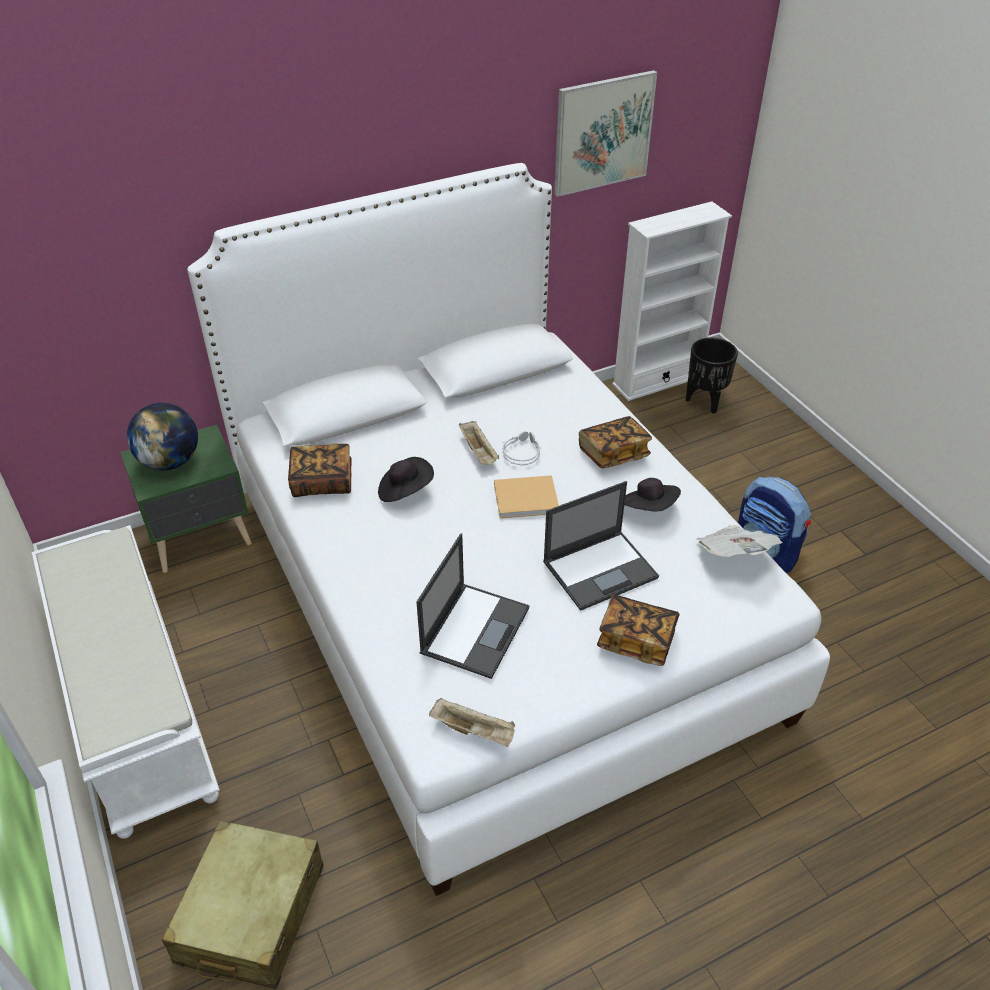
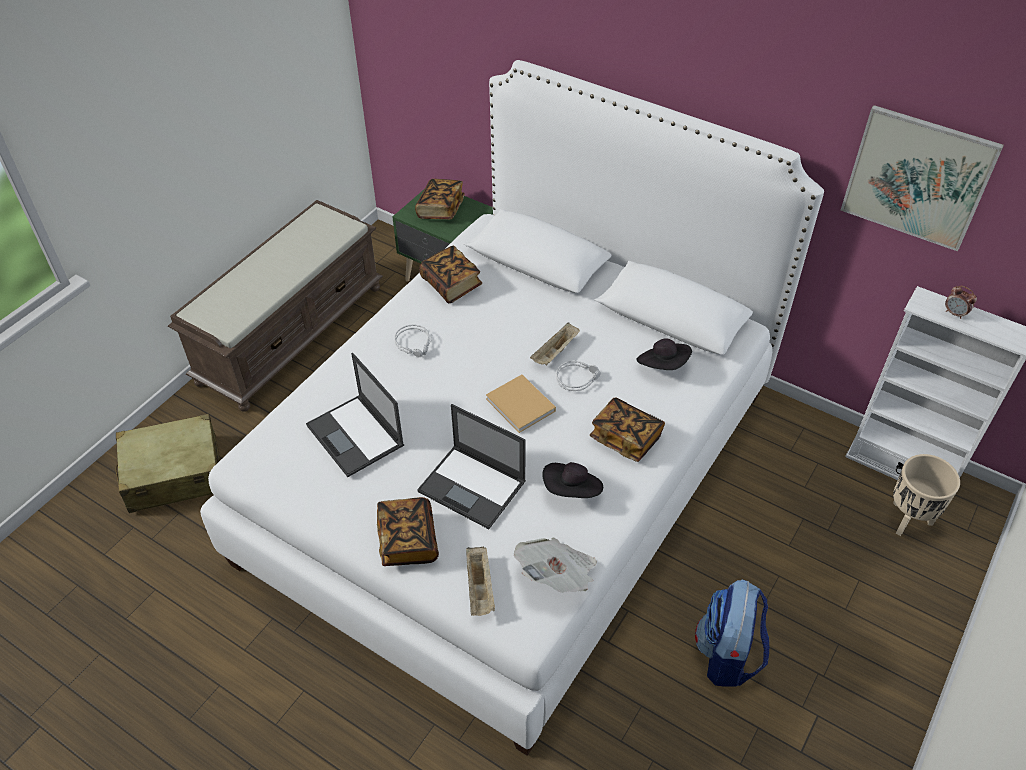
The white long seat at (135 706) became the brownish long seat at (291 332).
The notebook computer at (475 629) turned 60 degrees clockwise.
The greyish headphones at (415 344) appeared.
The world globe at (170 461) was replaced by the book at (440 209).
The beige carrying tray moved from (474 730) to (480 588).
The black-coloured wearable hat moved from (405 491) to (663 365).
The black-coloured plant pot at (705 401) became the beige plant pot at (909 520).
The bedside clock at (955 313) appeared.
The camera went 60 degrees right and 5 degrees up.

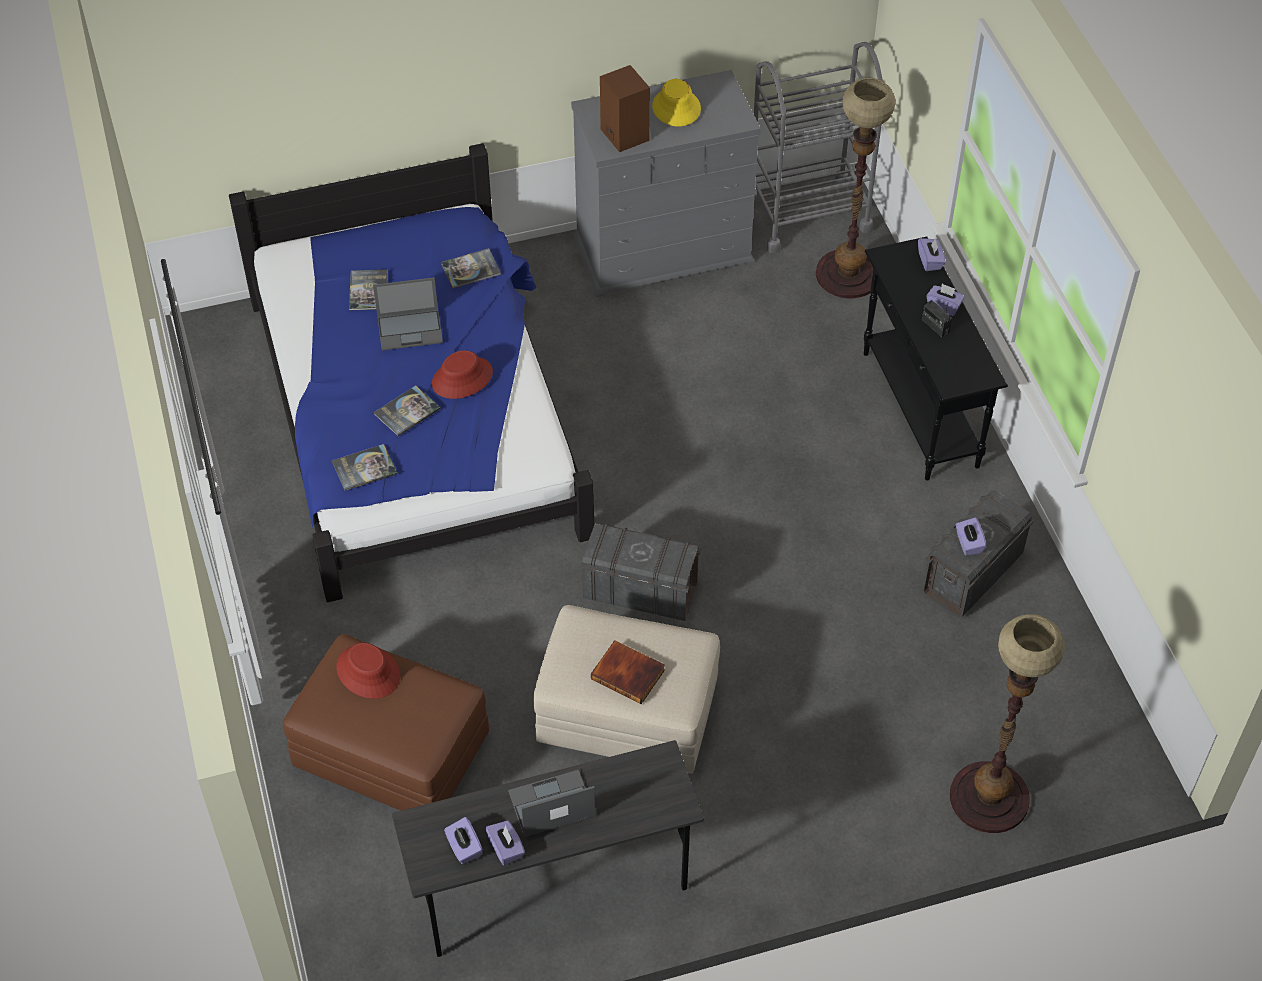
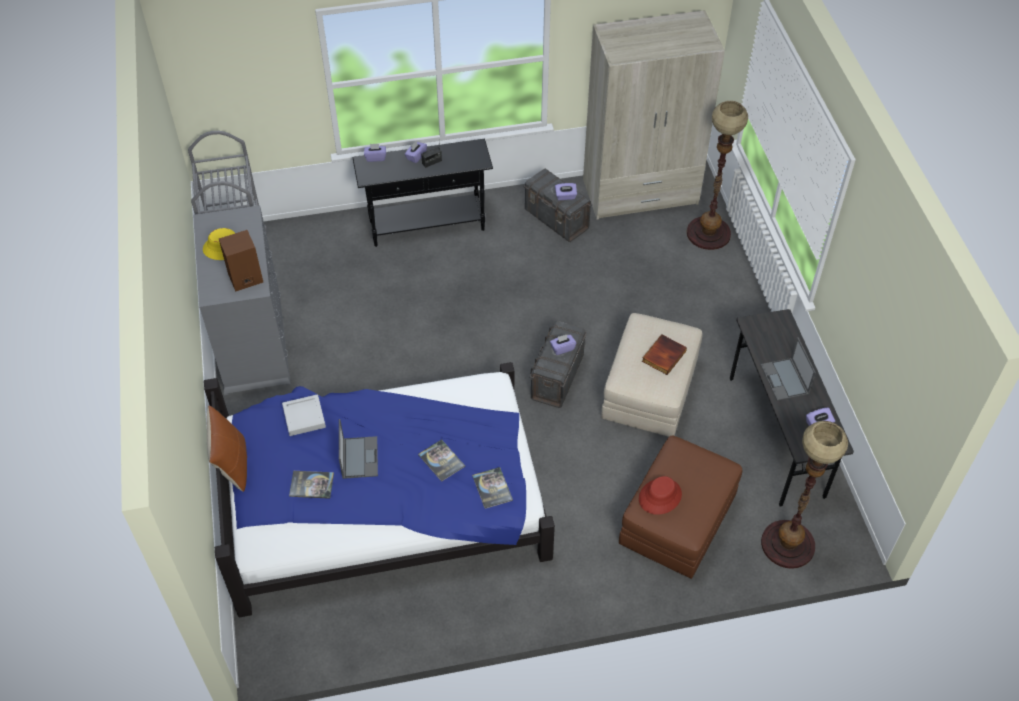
The brownish throw pillow at (232 465) appeared.
The book at (471 269) was replaced by the greyish carrying tray at (304 417).
The purple-coloured box of tissues moved from (506 849) to (562 348).
The beige wardrobe at (641 192) appeared.
The floor lamp moved from (848 274) to (787 544).
The red wearable hat at (462 378) disappeared.
The camera went 85 degrees left and 0 degrees up.

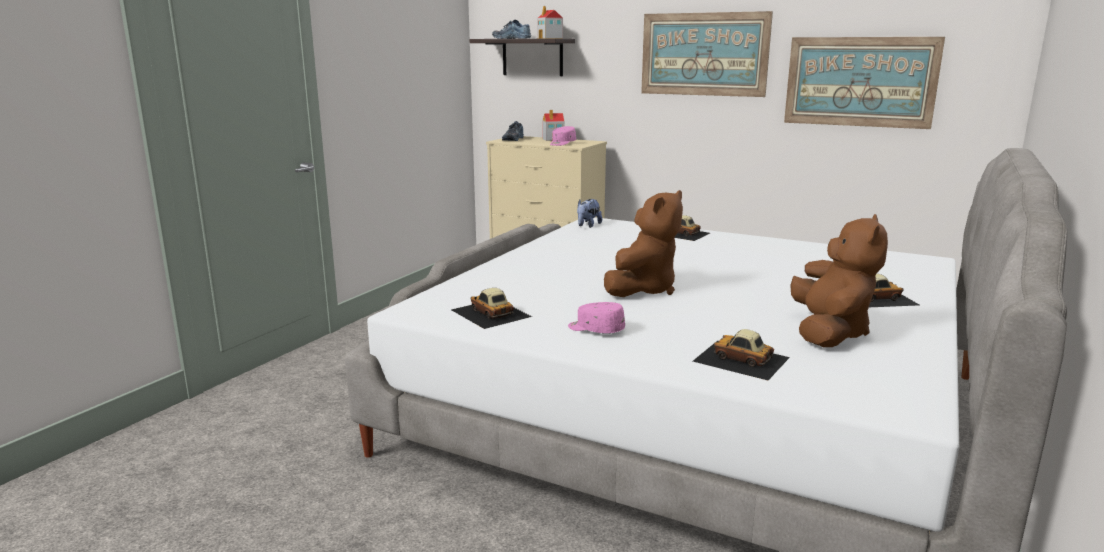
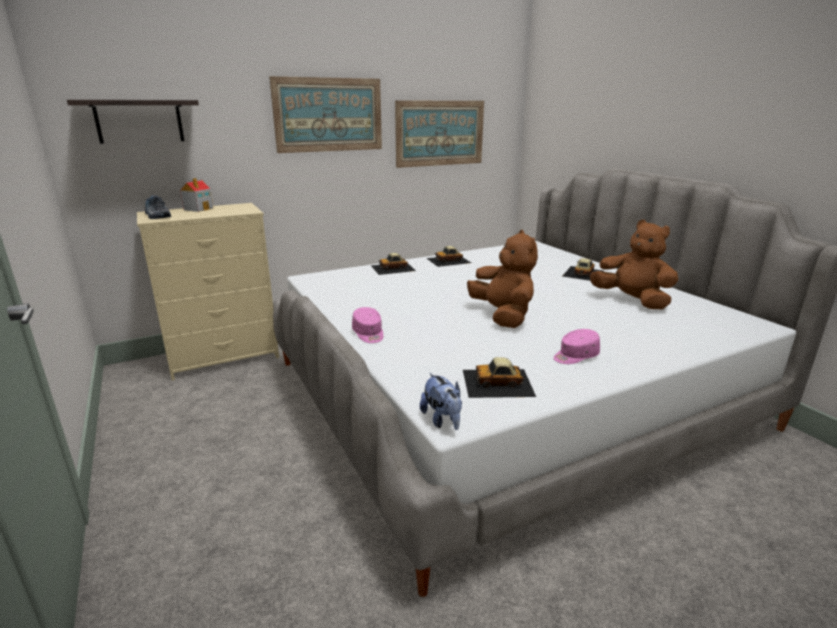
The pink cap moved from (562 143) to (368 334).
The soft toy moved from (588 225) to (442 420).
The toy car moved from (741 359) to (449 260).
The item of footwear at (512 38) disappeared.
The miniature house at (550 38) disappeared.
The camera went 55 degrees left and 5 degrees up.

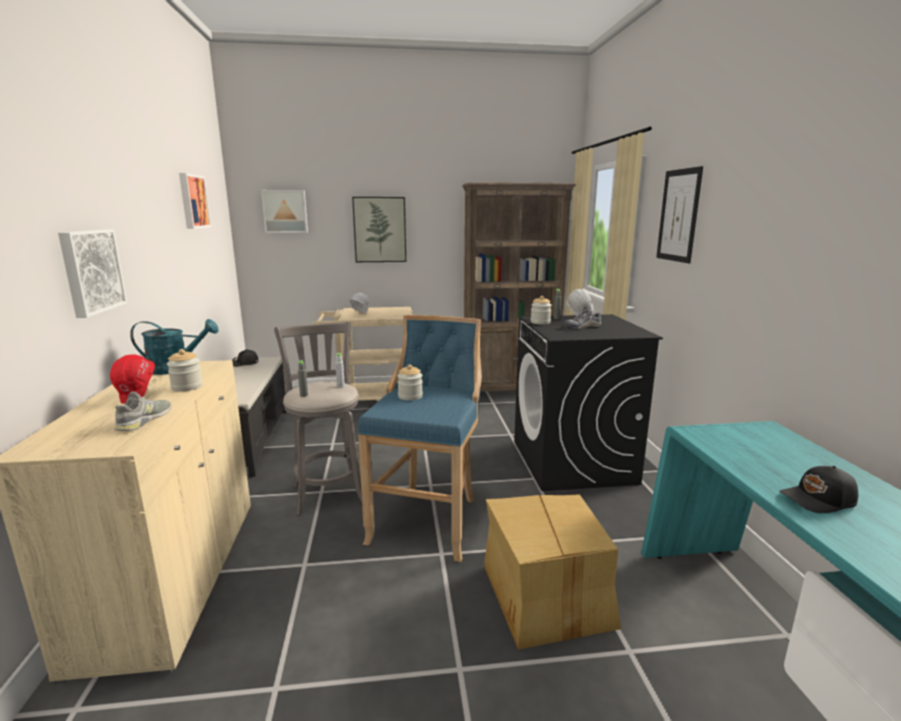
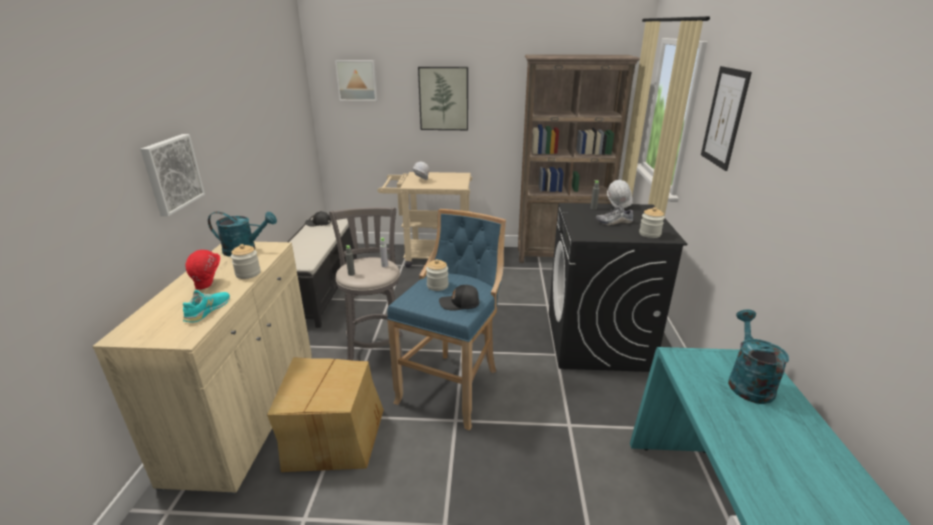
The greyish item of footwear at (144 420) became the turquoise-coloured item of footwear at (208 310).
The packing box moved from (547 597) to (332 436).
The black-coloured cap moved from (819 500) to (460 304).
The preserve jar moved from (540 322) to (649 234).
The turquoise-coloured watering can at (747 381) appeared.
The wall art at (192 201) disappeared.
The camera went 10 degrees right and 10 degrees up.

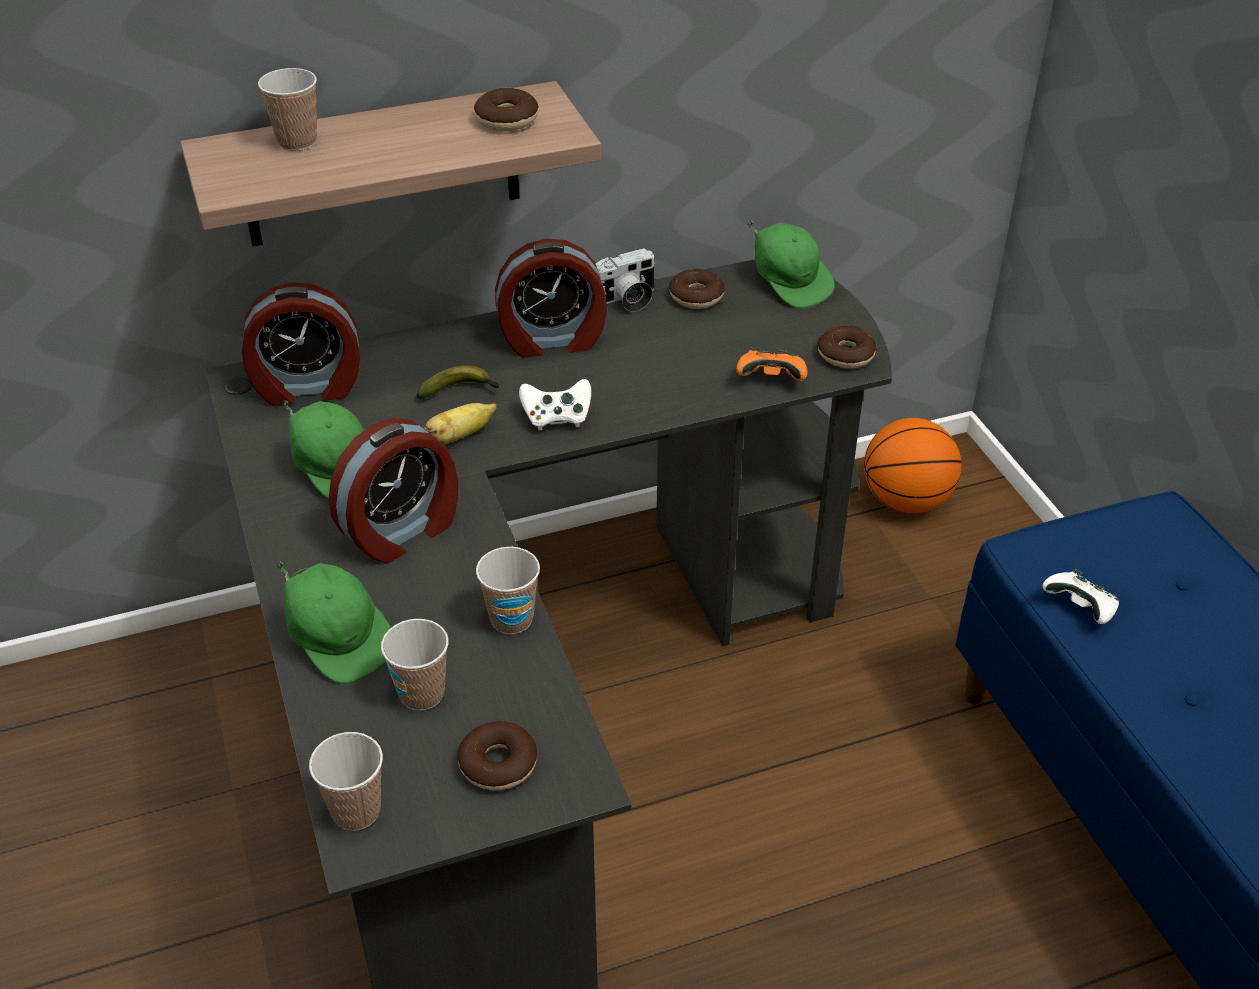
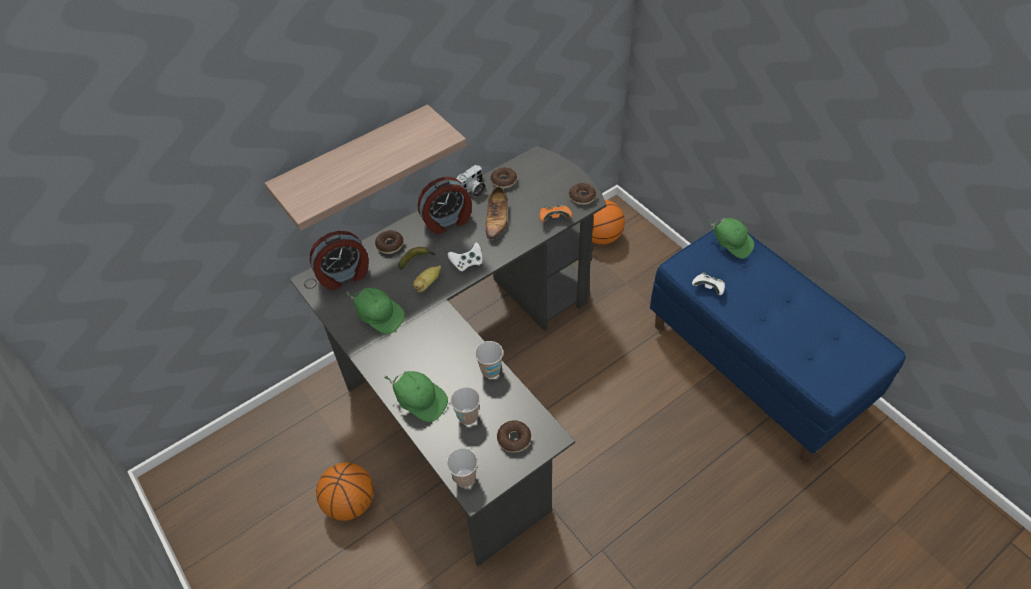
The basketball ball at (350 502) appeared.
The donut moved from (507 120) to (390 245).
The item of footwear at (497 219) appeared.
The greenish cap moved from (789 283) to (731 244).
The drinking cup at (297 142) disappeared.
The bedside clock at (402 531) disappeared.
The camera went 15 degrees left and 10 degrees up.

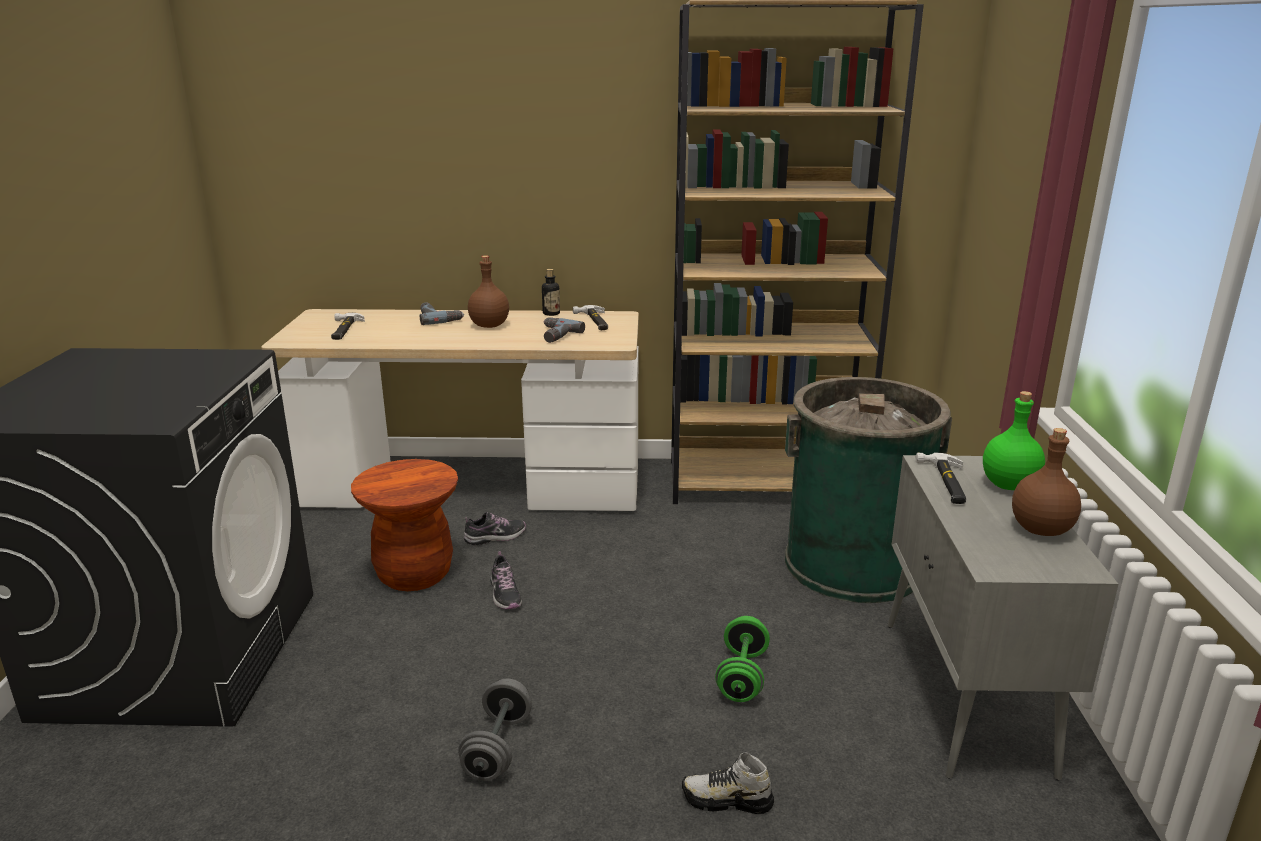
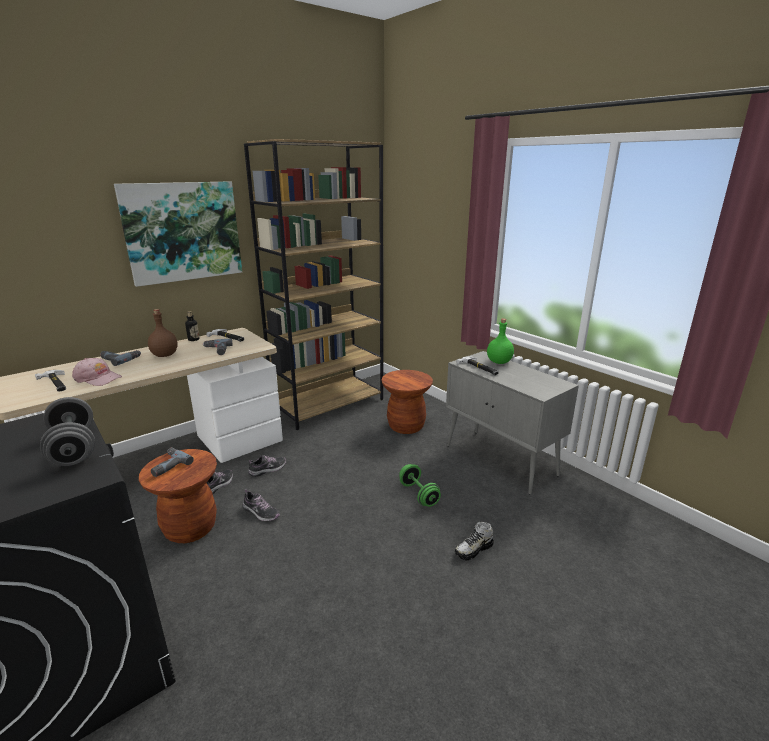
The greyish dumbbell moved from (497 747) to (74 448).
The pink cap at (98 378) appeared.
The wall art at (183 232) appeared.
The drill at (167 465) appeared.
The item of footwear at (268 469) appeared.
The greenish rubbish bin at (853 564) was replaced by the brownish stool seat at (406 426).
The brownish beverage bottle at (1039 529) disappeared.
The camera went 40 degrees left and 0 degrees up.

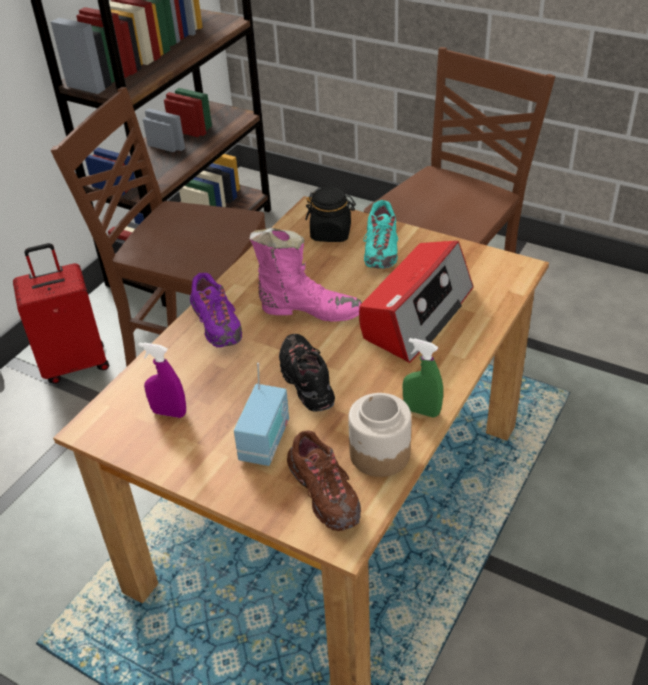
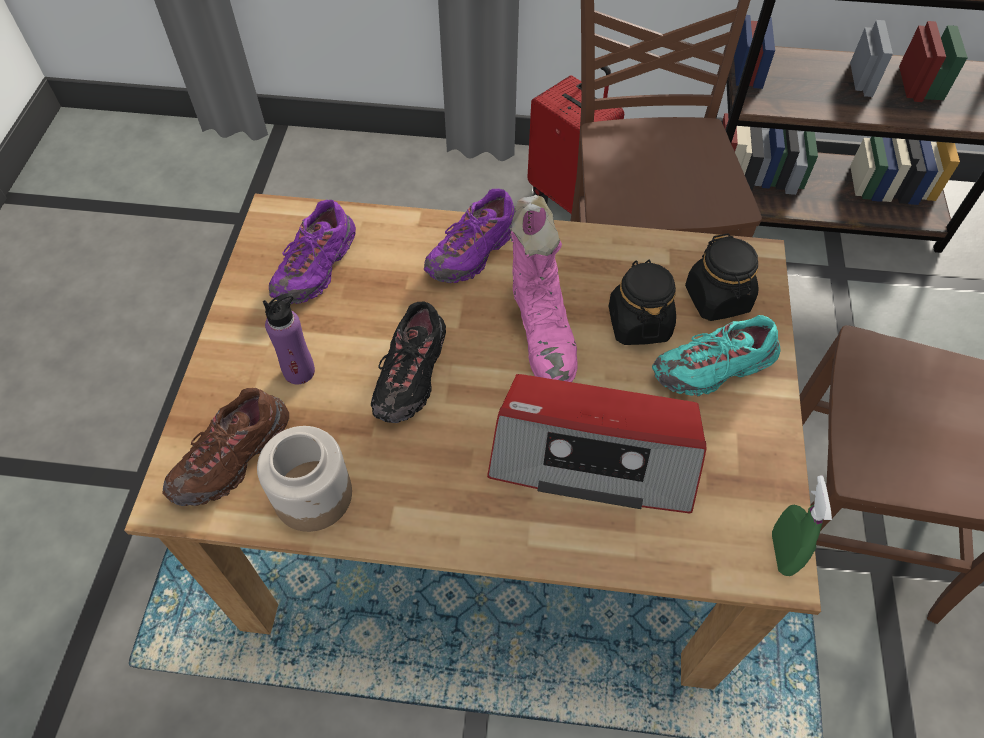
The radio set at (265 442) was replaced by the purple-coloured beverage bottle at (299 371).
The purple-coloured spray bottle at (169 413) was replaced by the purple-coloured item of footwear at (316 268).
The black-coloured item of footwear at (306 381) turned 150 degrees clockwise.
The black-coloured preserve jar at (638 323) appeared.
The greenish spray bottle moved from (421 411) to (782 552).
The camera went 65 degrees right and 15 degrees up.

